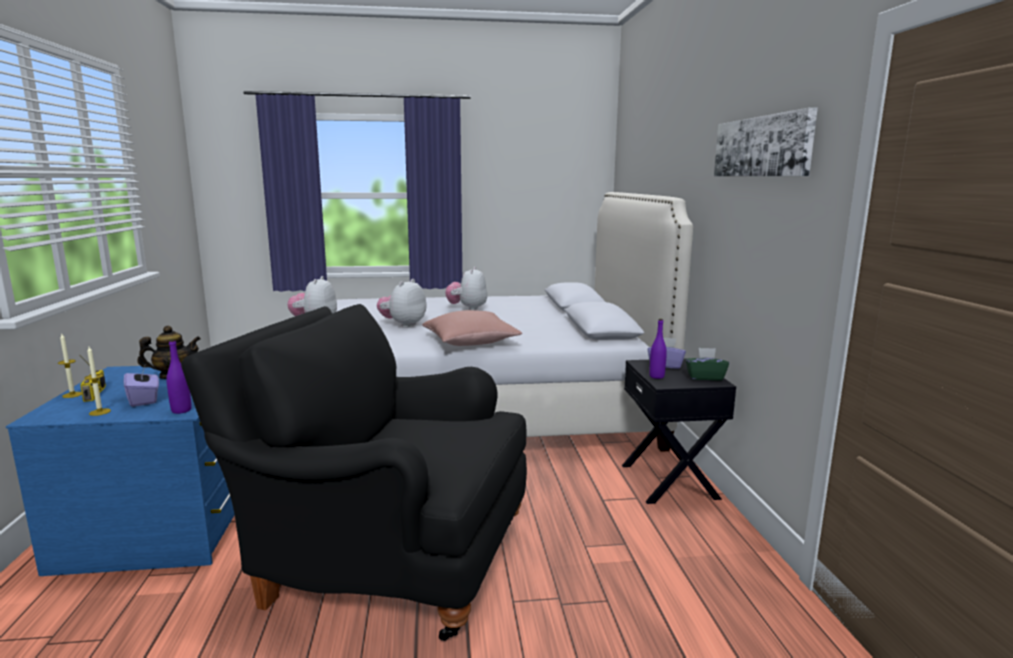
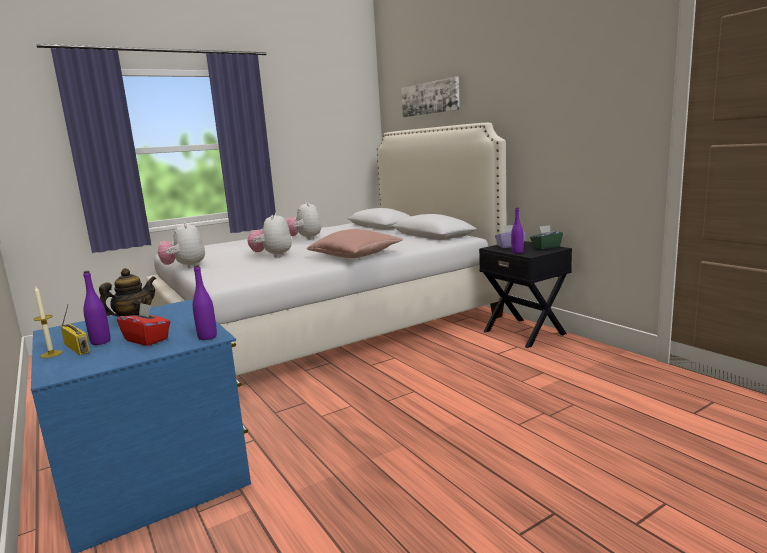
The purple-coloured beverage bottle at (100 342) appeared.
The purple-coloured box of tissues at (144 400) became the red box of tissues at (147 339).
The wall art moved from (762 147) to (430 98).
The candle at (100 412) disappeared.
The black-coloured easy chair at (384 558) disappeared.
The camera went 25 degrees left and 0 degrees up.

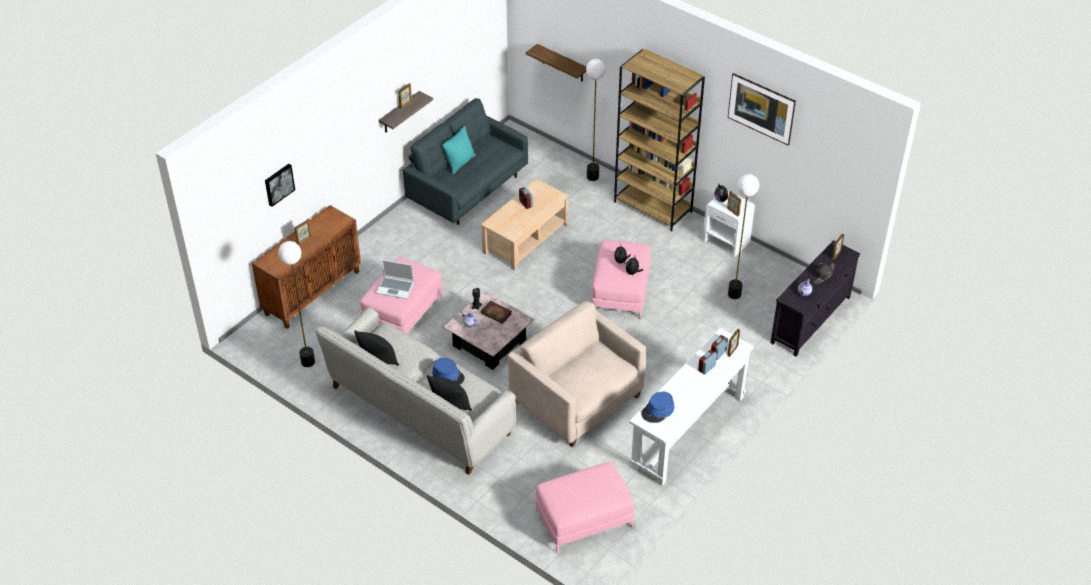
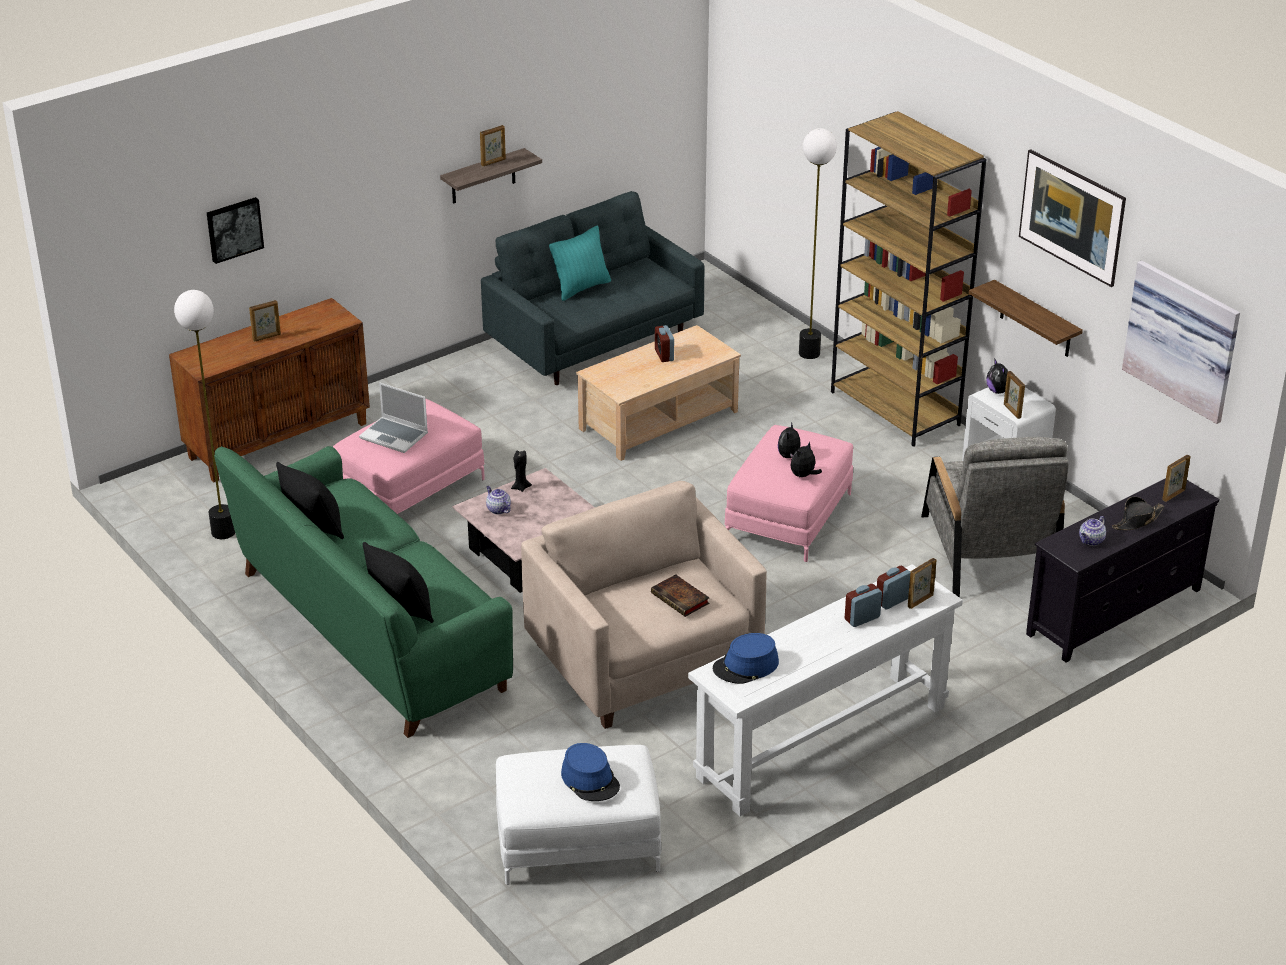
The greyish sofa at (419 411) became the greenish sofa at (370 630).
The pink pouffe at (584 519) became the white pouffe at (578 841).
The blue wearable hat moved from (448 375) to (590 780).
The book moved from (497 314) to (681 599).
The floor lamp at (734 294) was replaced by the greyish easy chair at (988 553).
The shelf moved from (562 63) to (1036 320).
The wall art at (1184 339) appeared.
The camera went 15 degrees right and 10 degrees down.

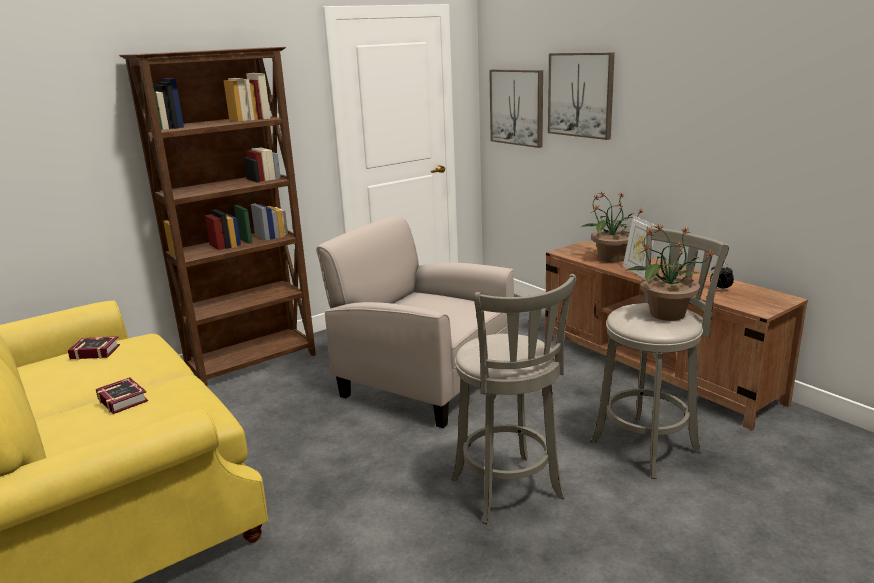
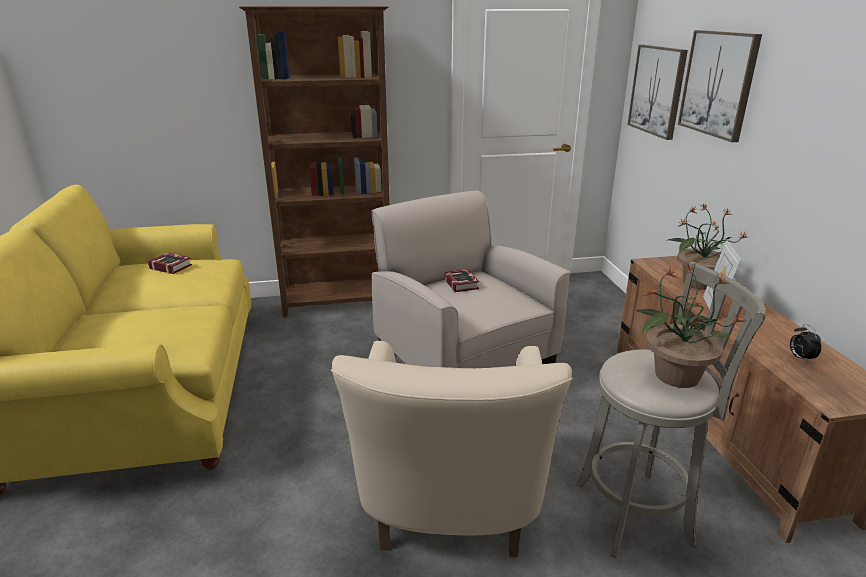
The greyish stool seat at (509 492) was replaced by the beige easy chair at (450 509).
The book moved from (123 399) to (461 283).
The camera went 25 degrees right and 5 degrees up.

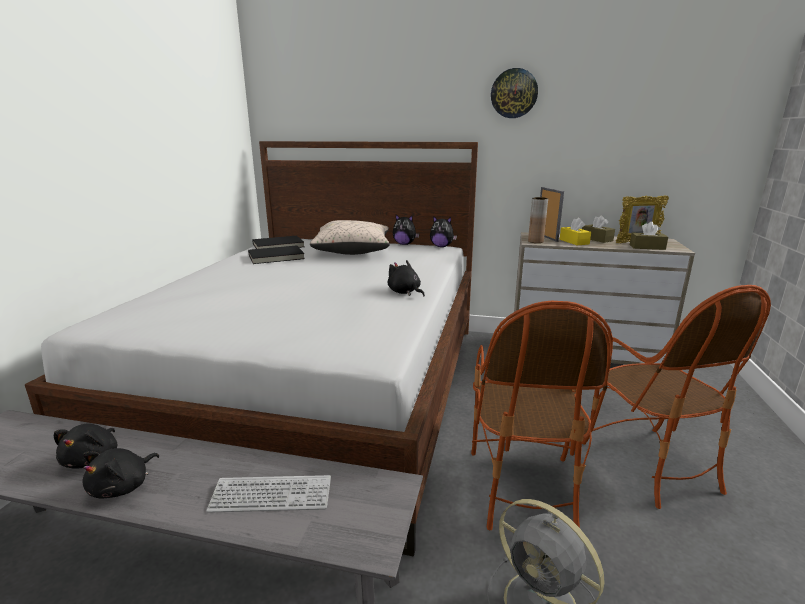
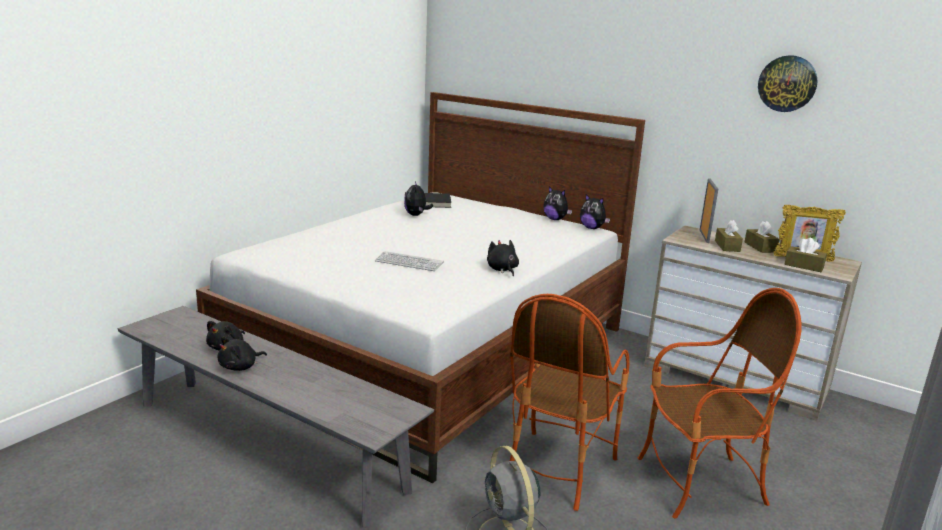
The computer keyboard moved from (271 495) to (409 262).
The black-coloured book at (276 257) was replaced by the soft toy at (416 215).
The easy chair at (649 464) turned 105 degrees counterclockwise.
The yellowish box of tissues at (574 242) became the brownish box of tissues at (727 246).
The hanging clock moved from (514 93) to (787 83).
The beige throw pillow at (352 251) disappeared.
The brownish vase at (535 241) disappeared.
The camera went 20 degrees right and 0 degrees up.

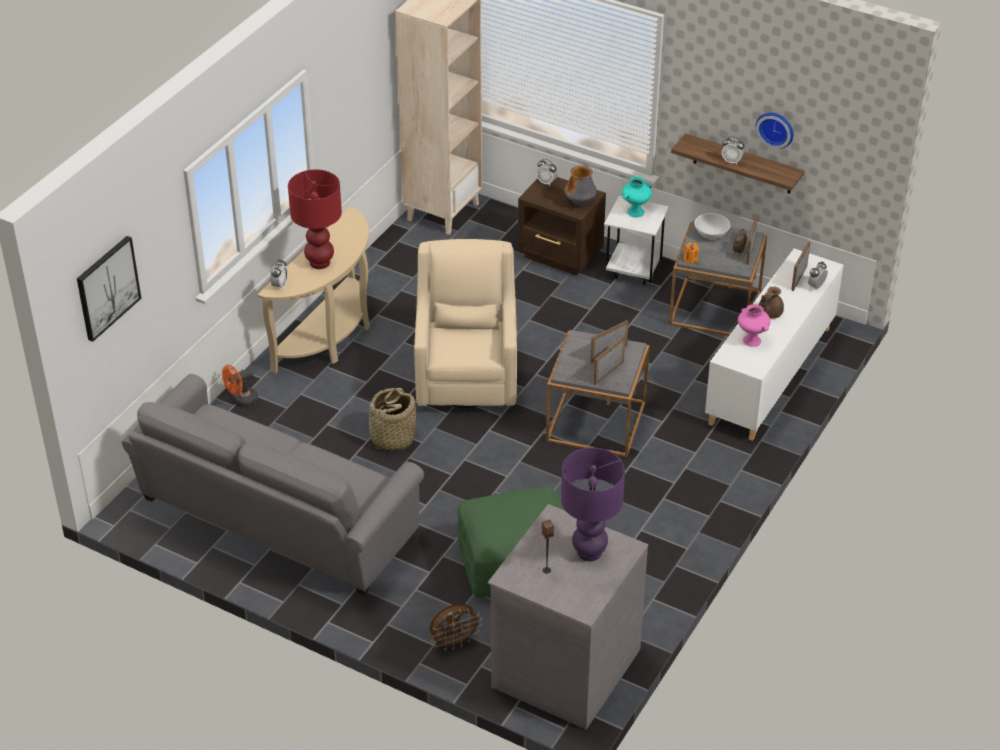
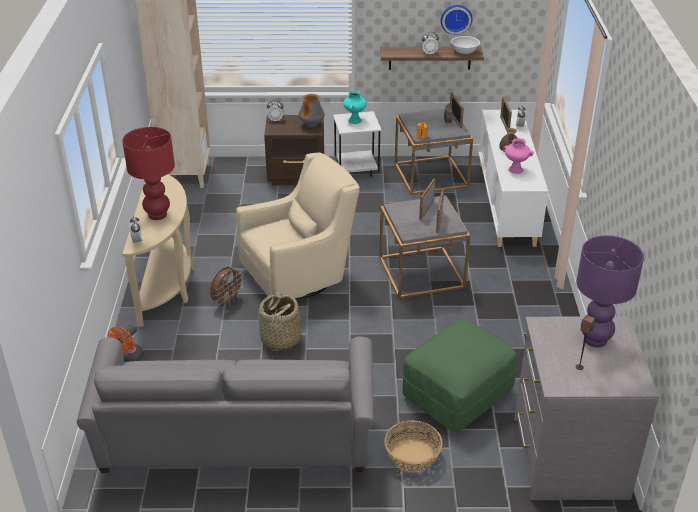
The brownish cooling fan moved from (454 642) to (227 301).
The beige easy chair at (467 377) turned 90 degrees clockwise.
The household basket at (412 456) appeared.
The white serving bowl moved from (711 234) to (464 51).
The wall art at (107 287) disappeared.
The camera went 30 degrees left and 5 degrees down.

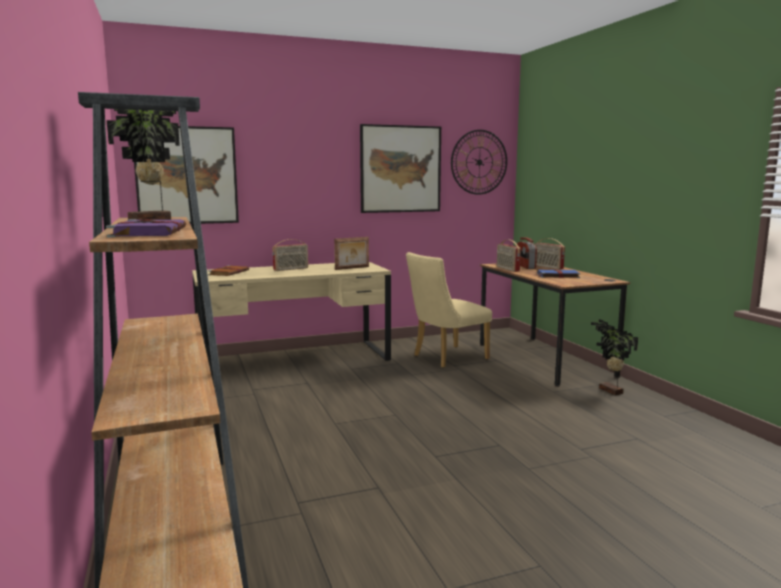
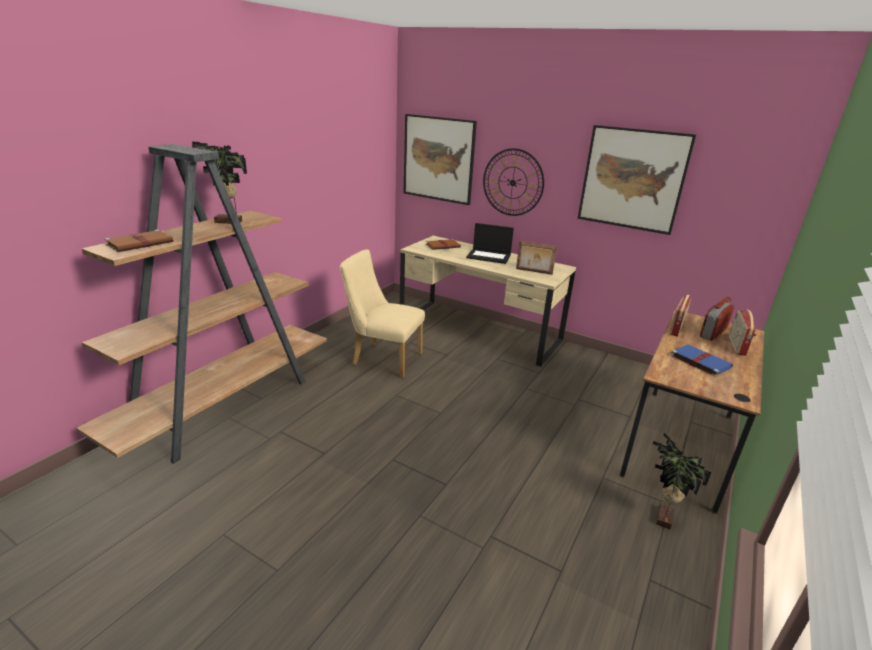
The purple-coloured book at (149 232) became the brownish book at (141 243).
The beige chair moved from (445 358) to (382 358).
The radio set at (291 269) was replaced by the notebook computer at (489 256).
The hanging clock moved from (479 162) to (512 182).
The camera went 50 degrees right and 15 degrees up.

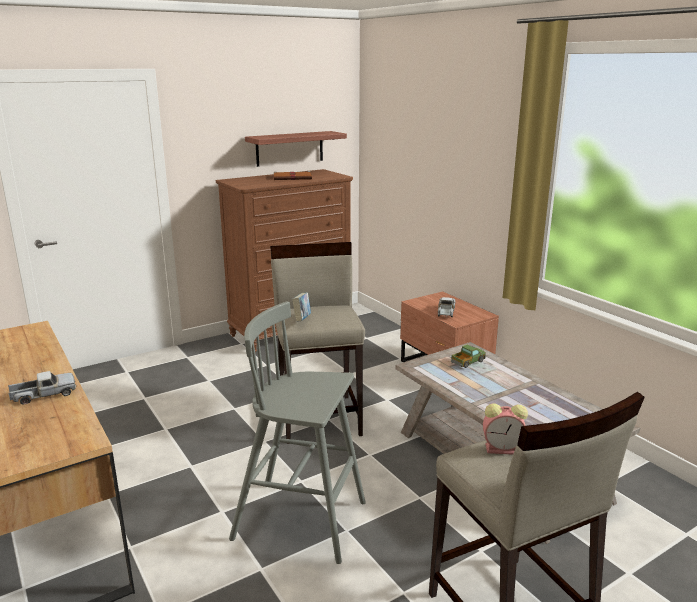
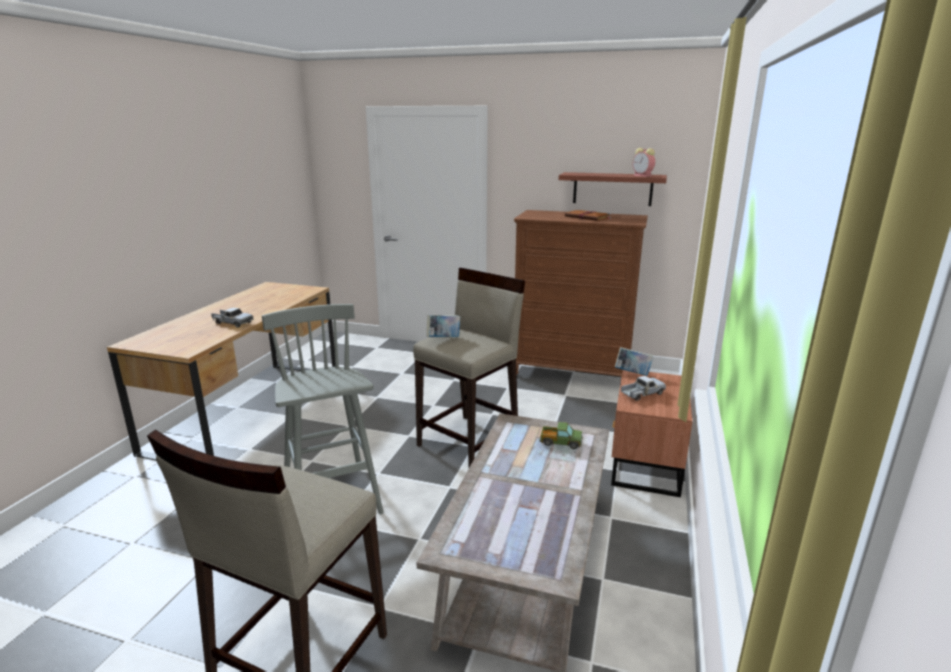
The book at (632 373) appeared.
The bedside clock moved from (503 449) to (643 176).
The camera went 50 degrees right and 0 degrees up.

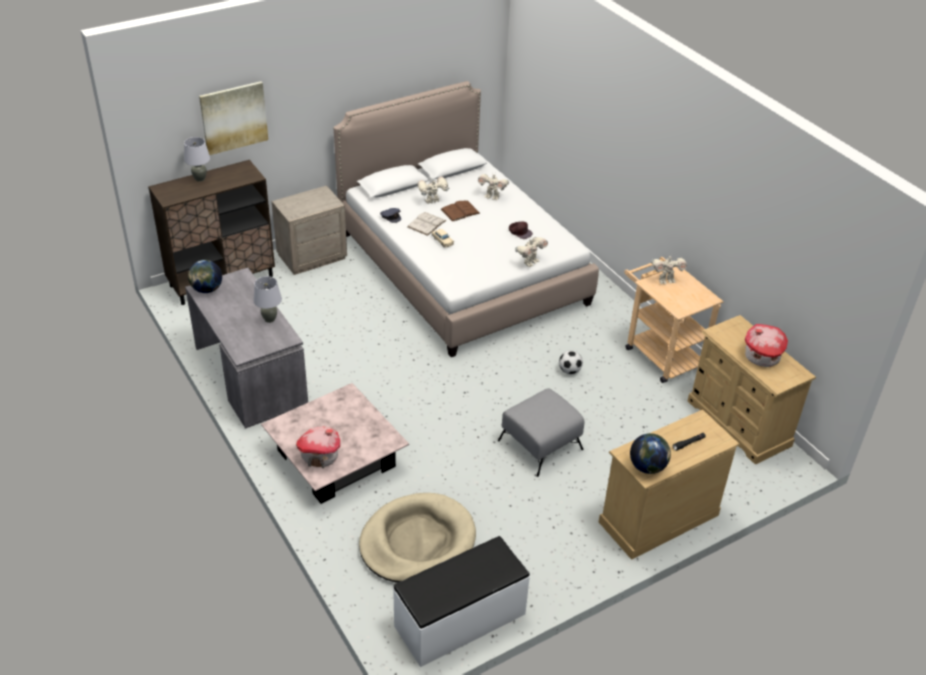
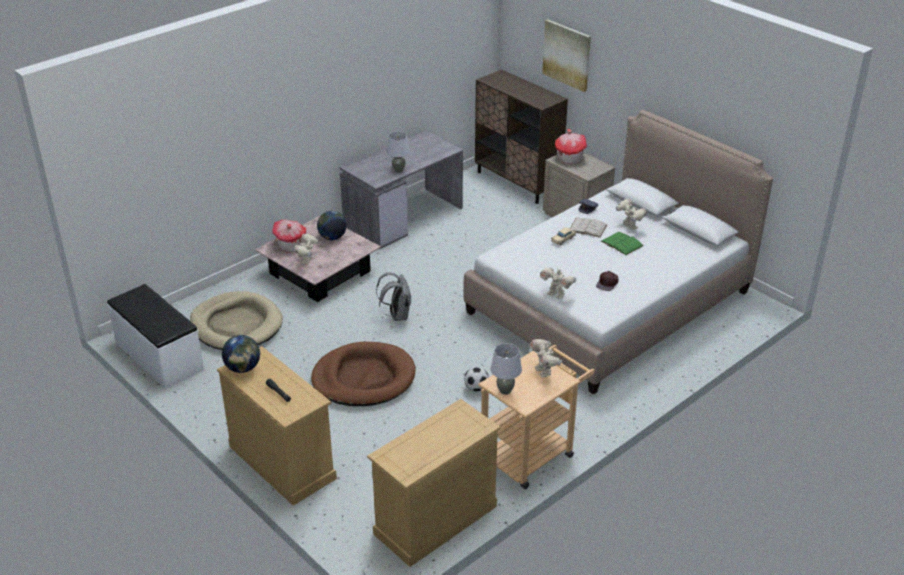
The model robot moved from (492 196) to (307 261).
The greyish pouffe at (539 445) was replaced by the brownish dog cushion at (363 378).
The world globe moved from (207 289) to (332 238).
The greyish knapsack at (397 315) appeared.
The greyish table lamp moved from (200 179) to (505 391).
The miniature house moved from (761 357) to (569 158).
The brownish book at (460 211) became the greenish book at (622 243).
The camera went 80 degrees right and 5 degrees down.

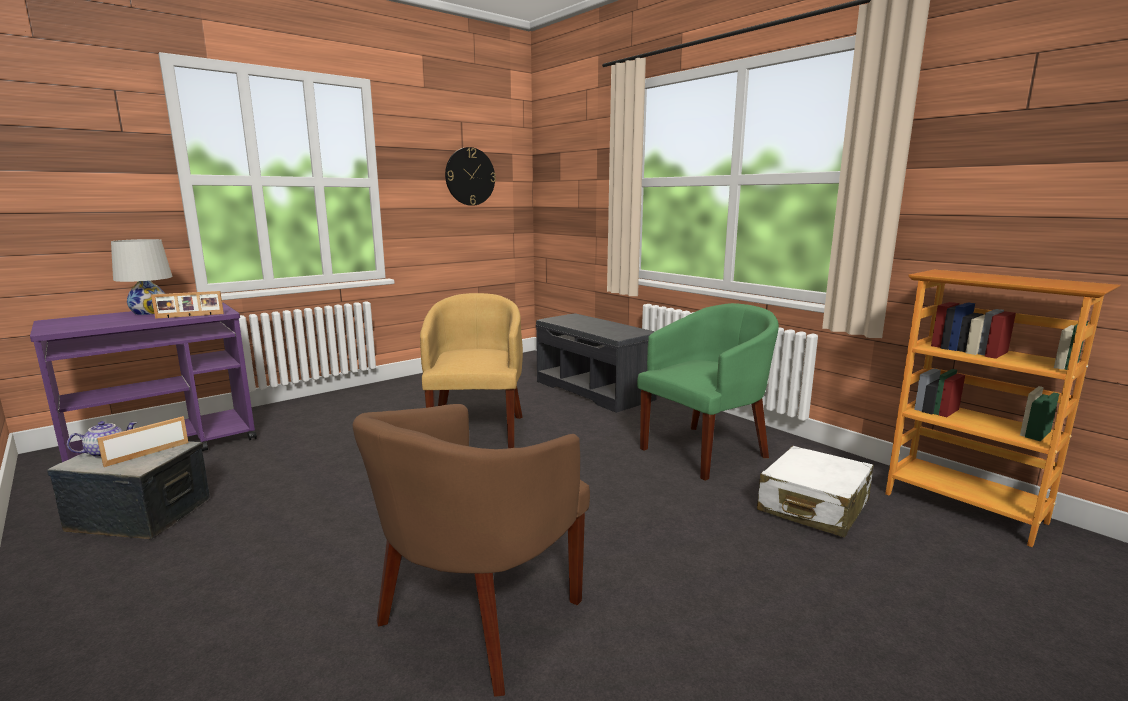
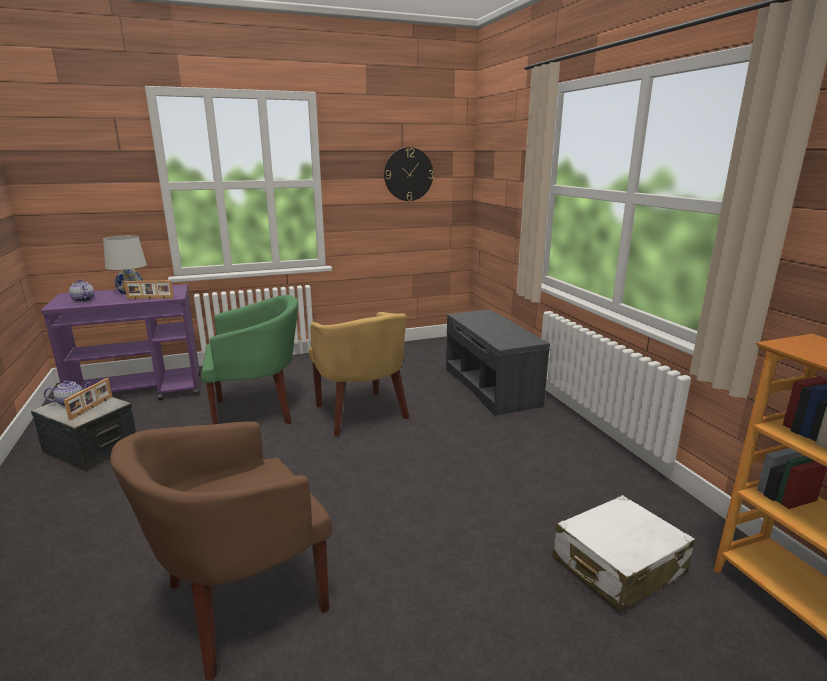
The standing frame at (147 453) turned 135 degrees clockwise.
The pot for tea at (82 300) appeared.
The greenish easy chair moved from (705 451) to (257 410).
The yellowish easy chair at (477 430) turned 135 degrees clockwise.
The camera went 20 degrees right and 5 degrees up.

